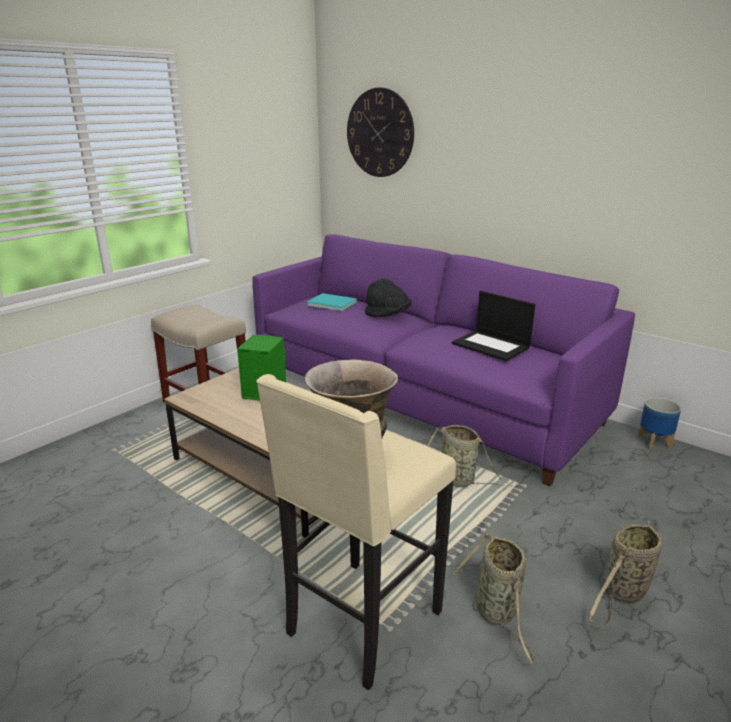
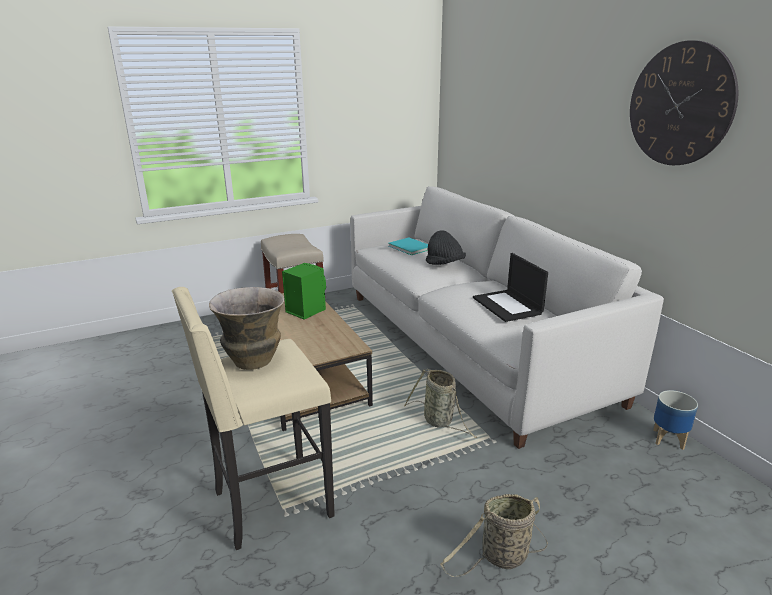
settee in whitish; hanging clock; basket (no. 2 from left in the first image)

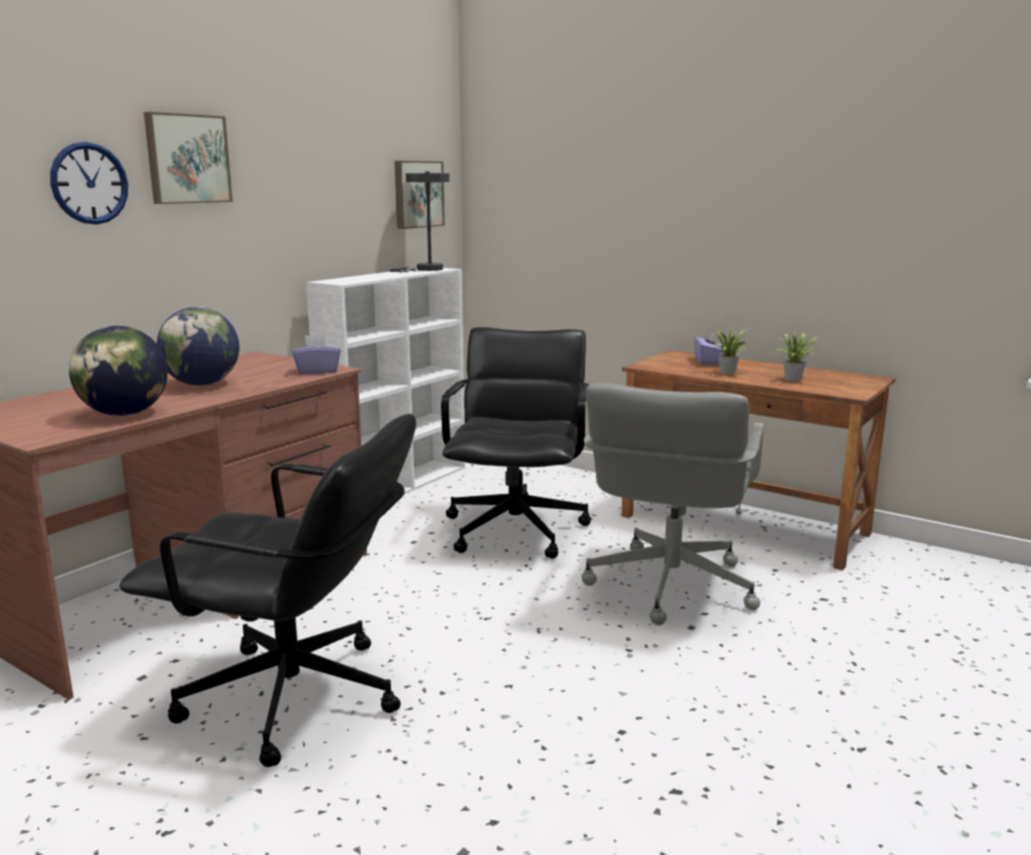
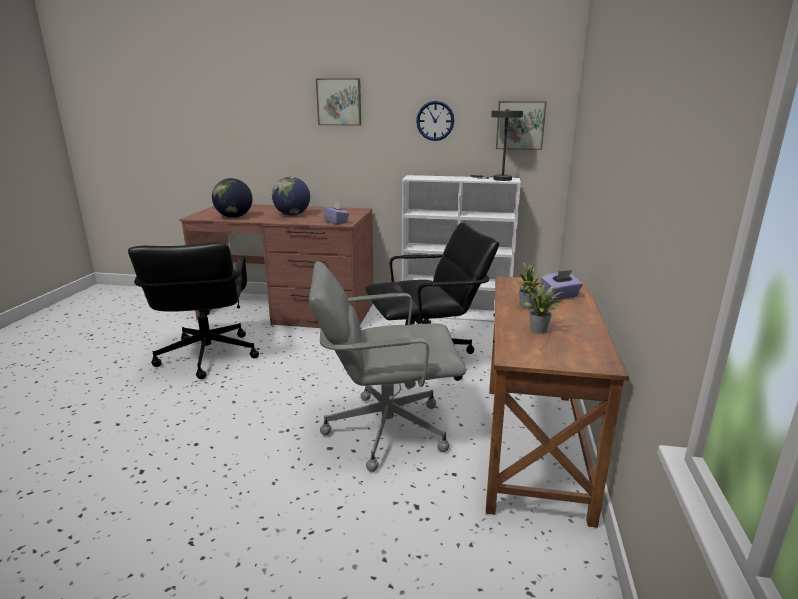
hanging clock

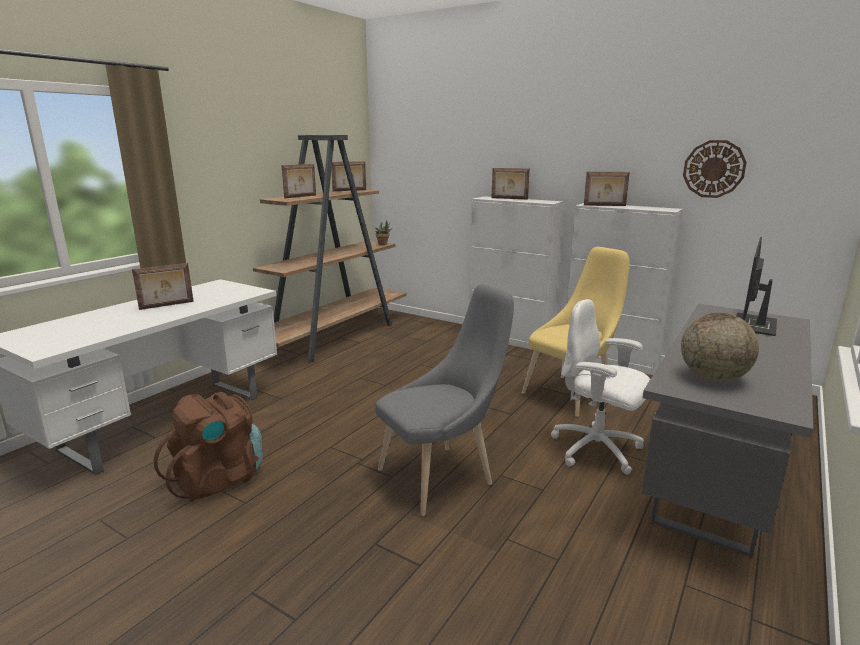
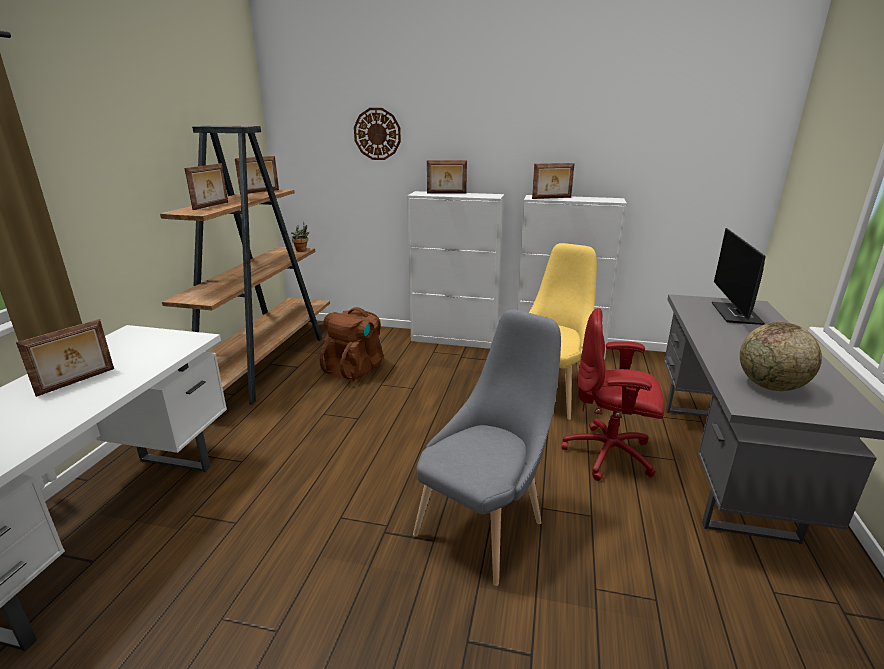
backpack in brownish; computer chair in red; hanging clock

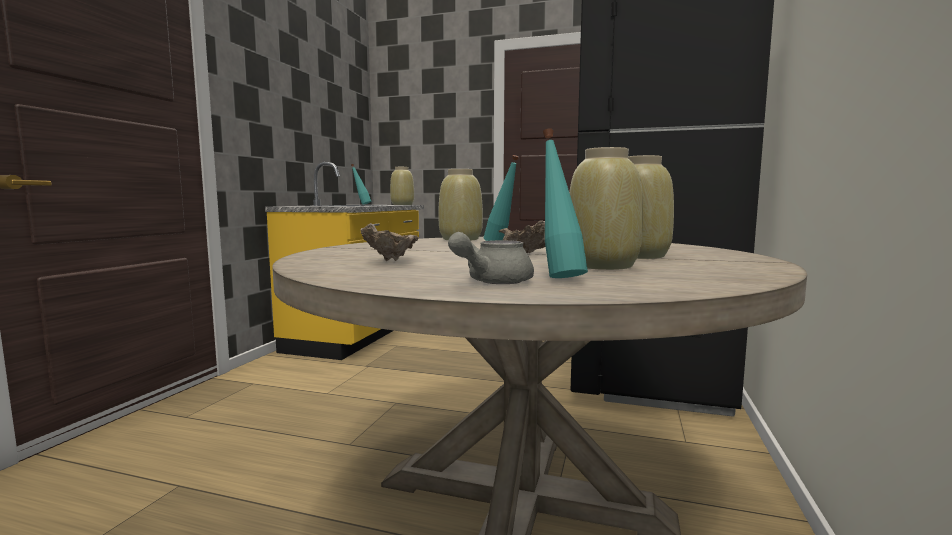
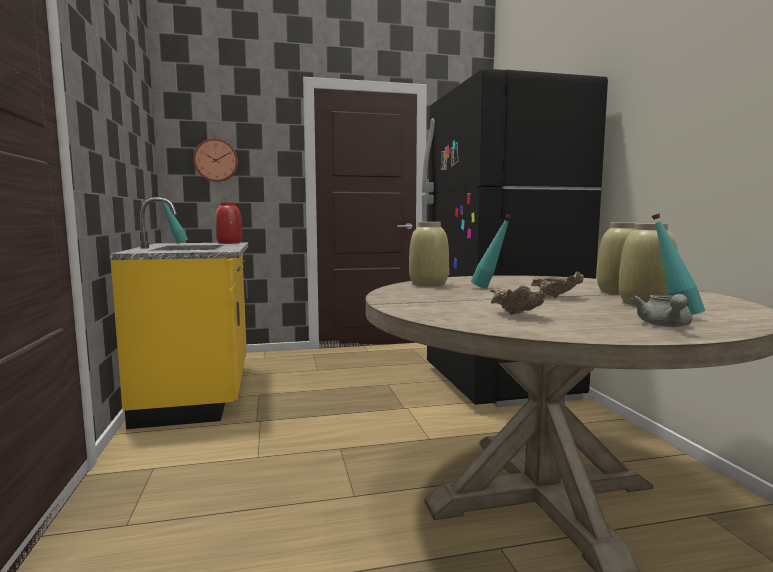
vase in red; hanging clock

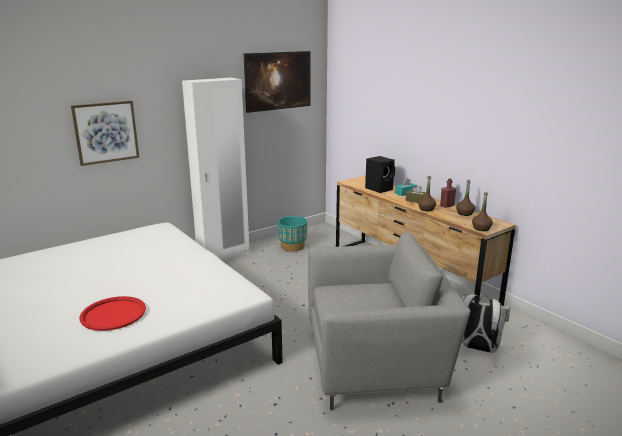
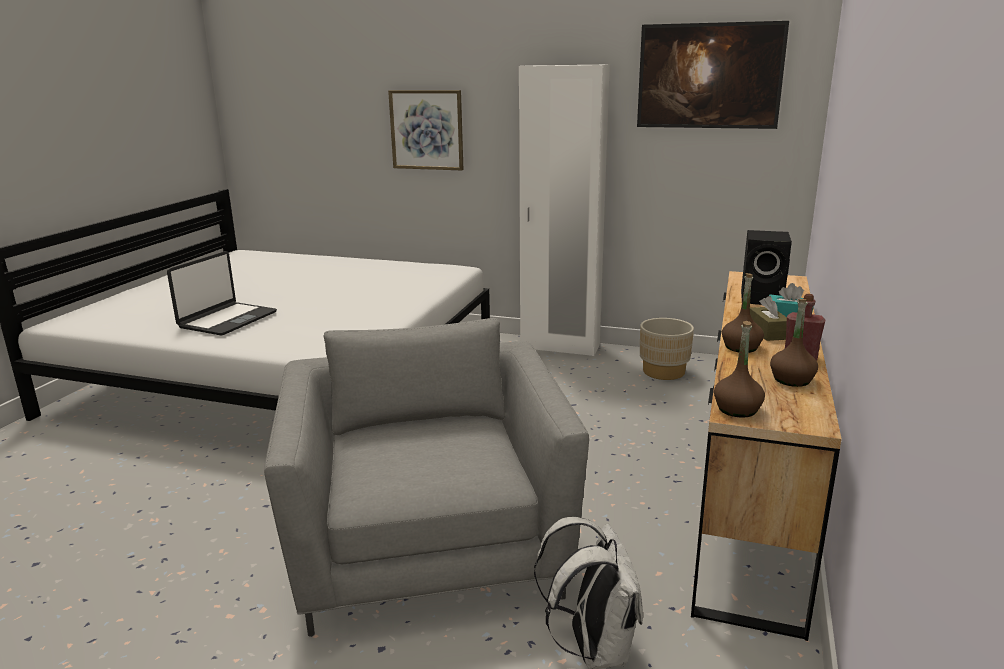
portable computer; flower pot in sand-coloured; easy chair in greyish

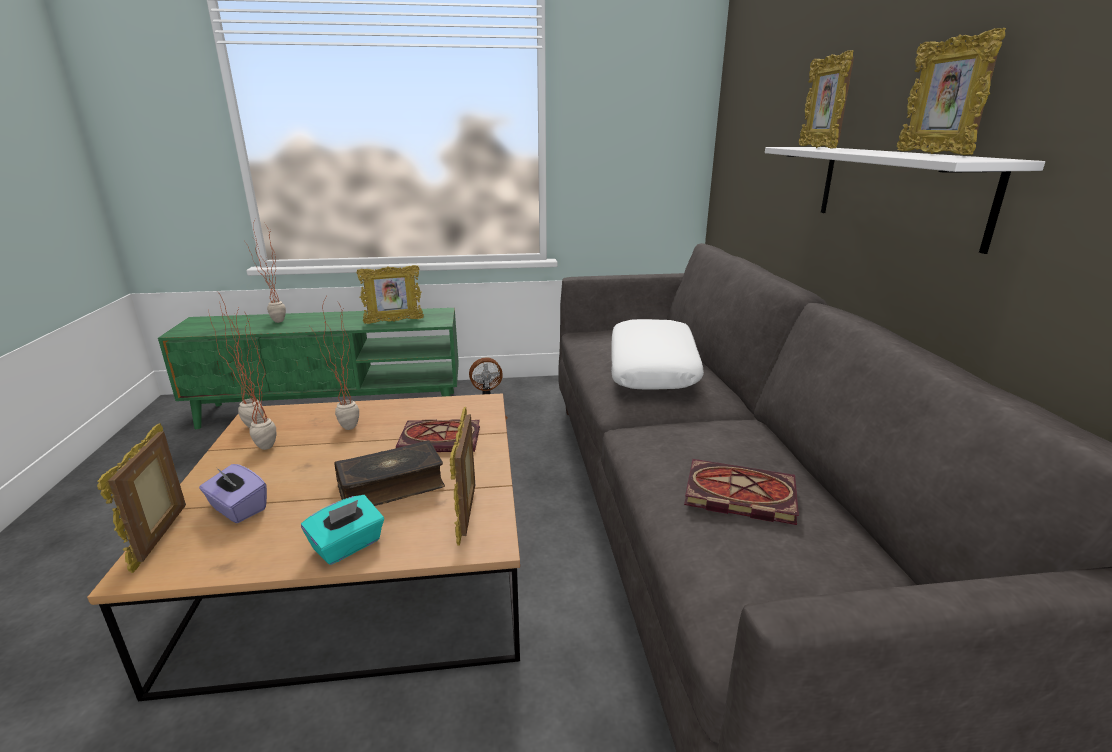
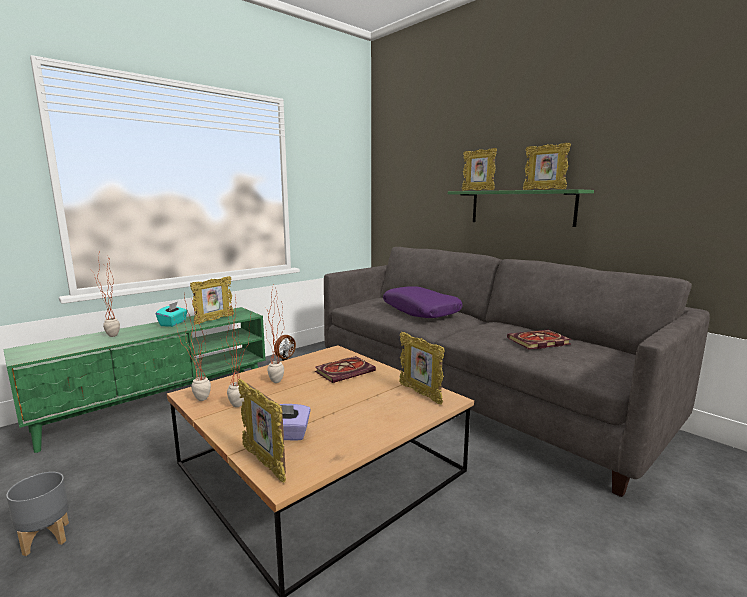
box of tissues in blue-green; volume (no. 1 from left in the first image); throw pillow in purplish; wall shelf in green; flower pot in greyish

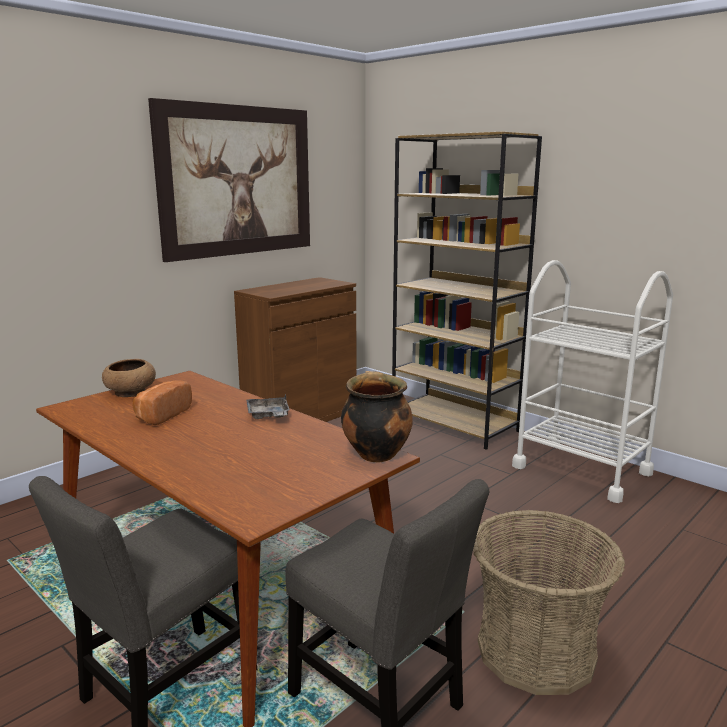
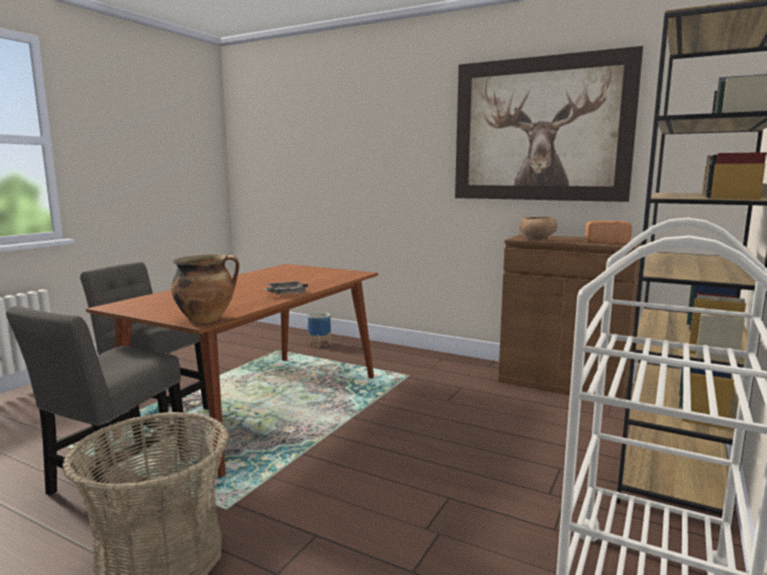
bowl in brownish; baked bread; flower pot

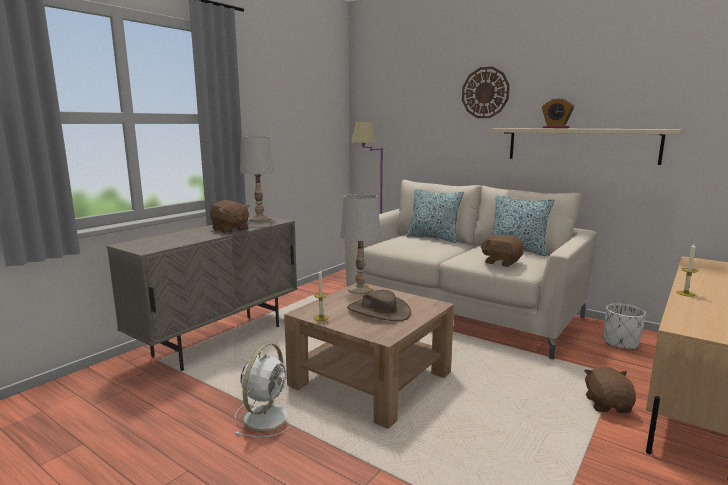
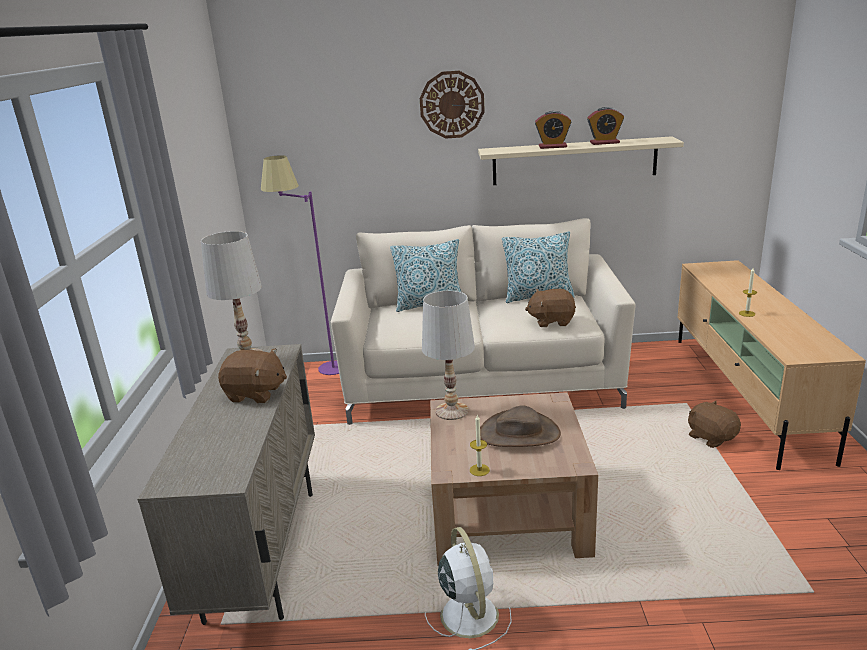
flower pot in whitish; bedside clock (no. 2 from left)

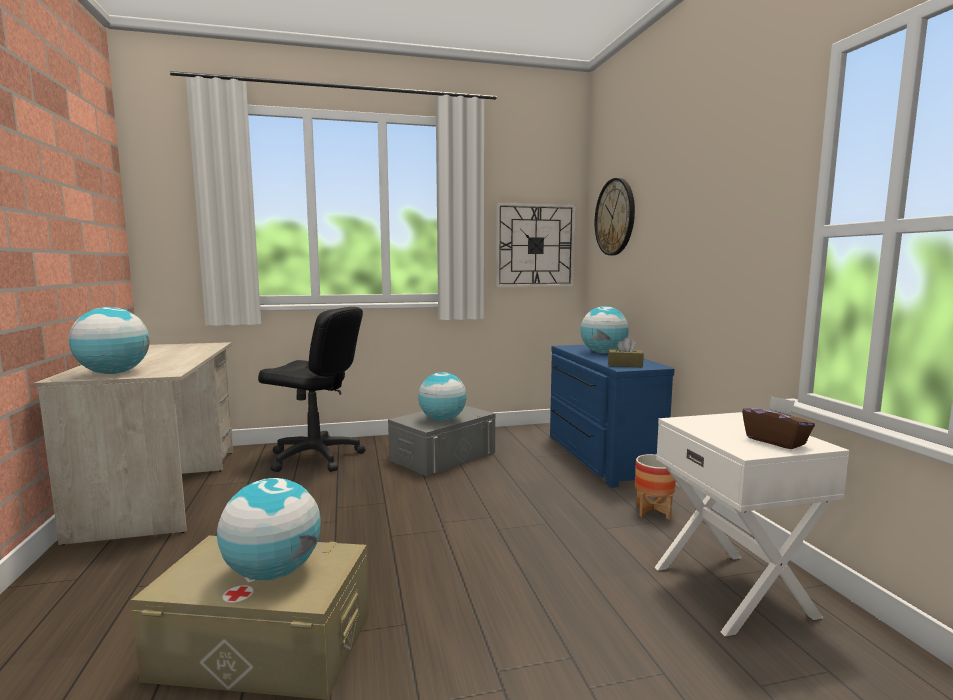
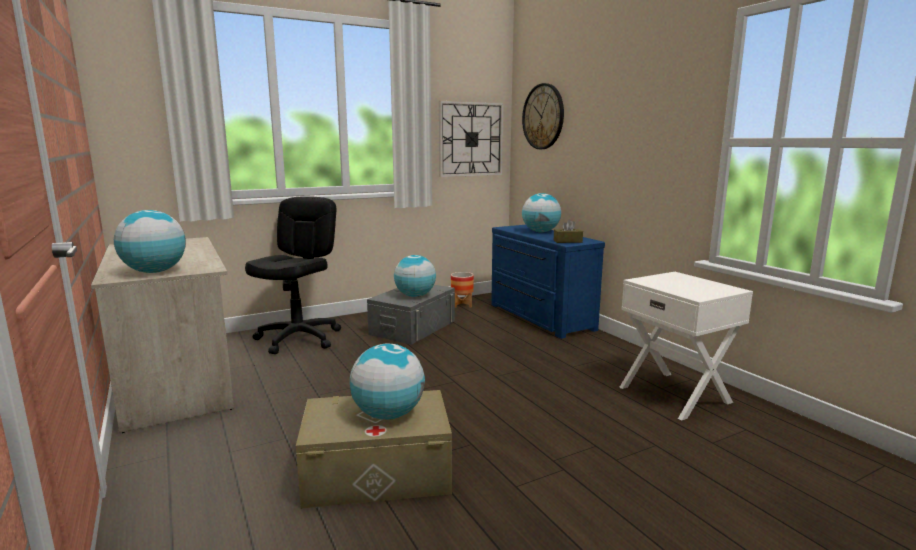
computer chair in black-coloured; flower pot; box of tissues in brownish (no. 2 from left in the first image)

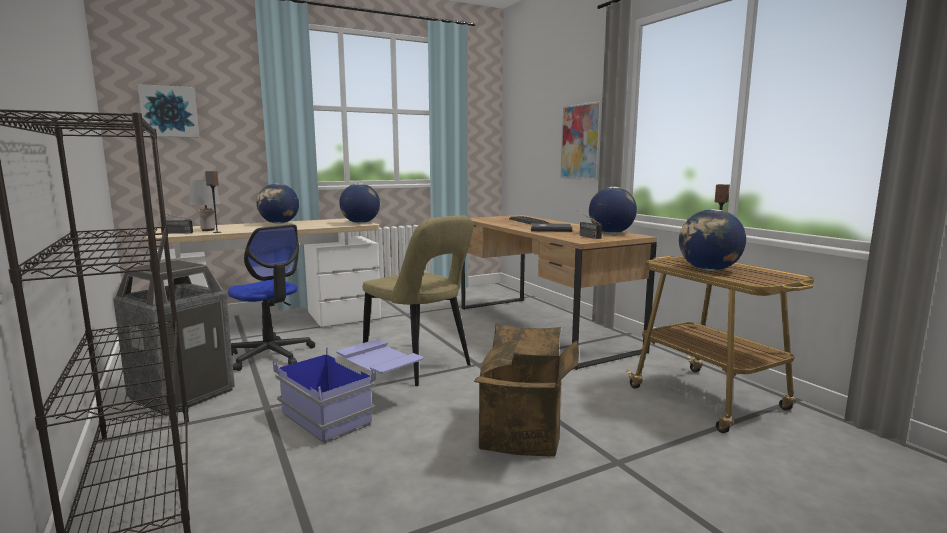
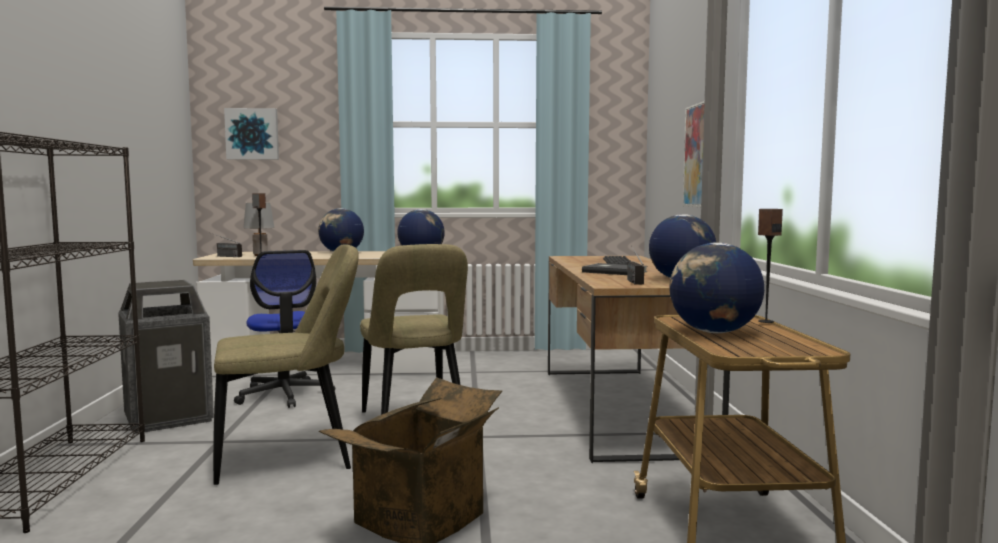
plain chair in sand-coloured (no. 1 from left)

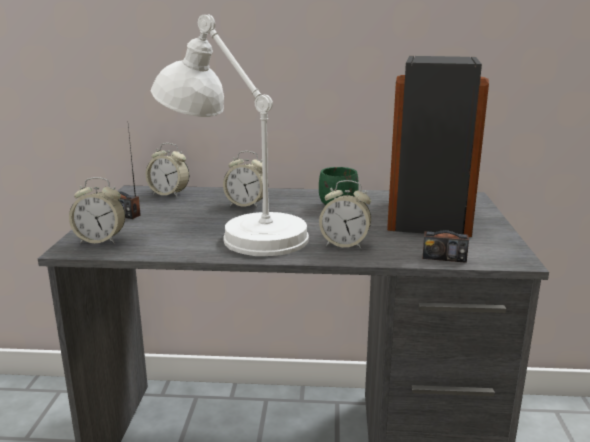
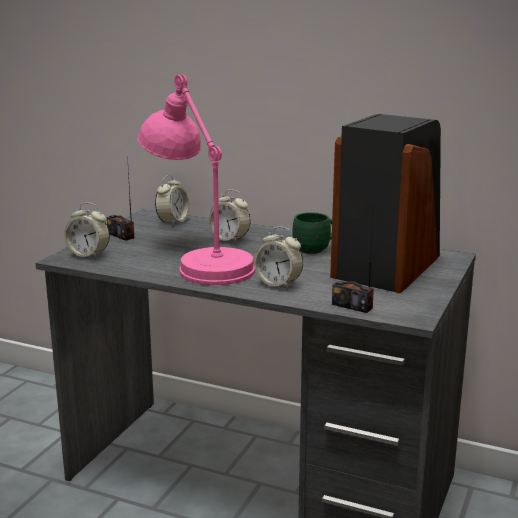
bedside clock (no. 2 from left); table lamp in pink

